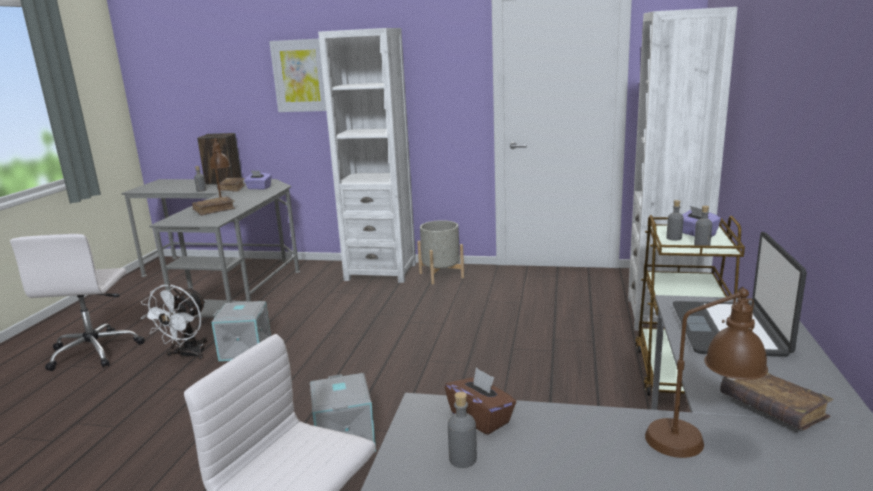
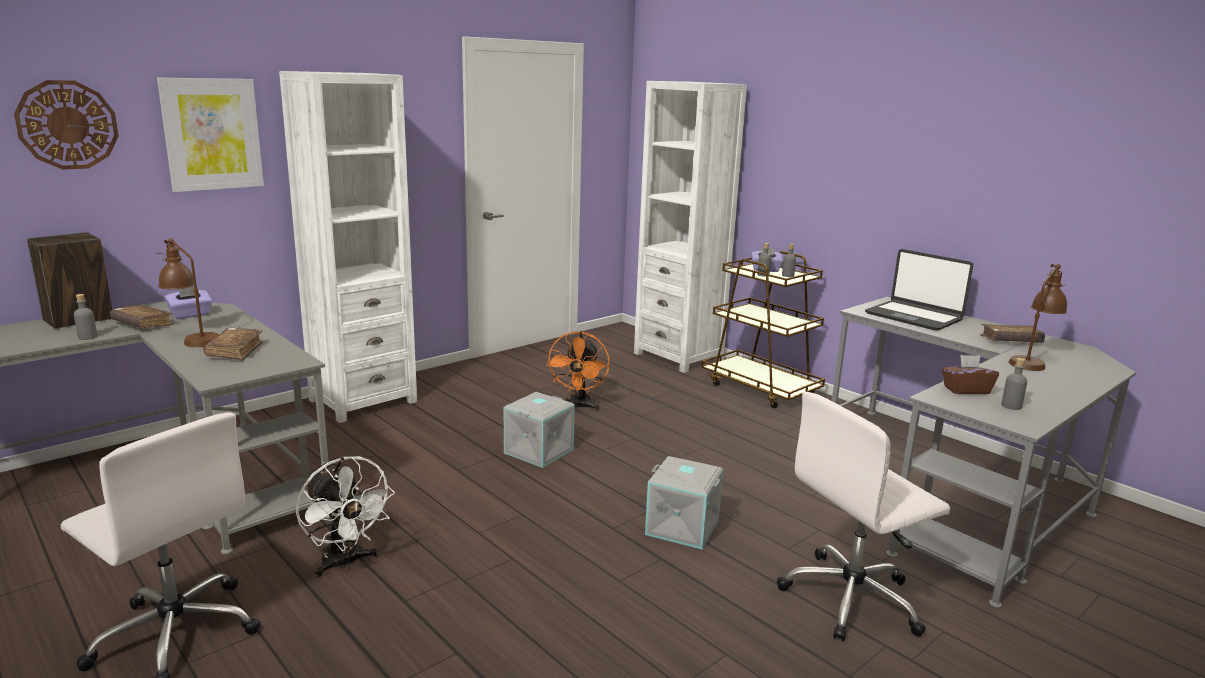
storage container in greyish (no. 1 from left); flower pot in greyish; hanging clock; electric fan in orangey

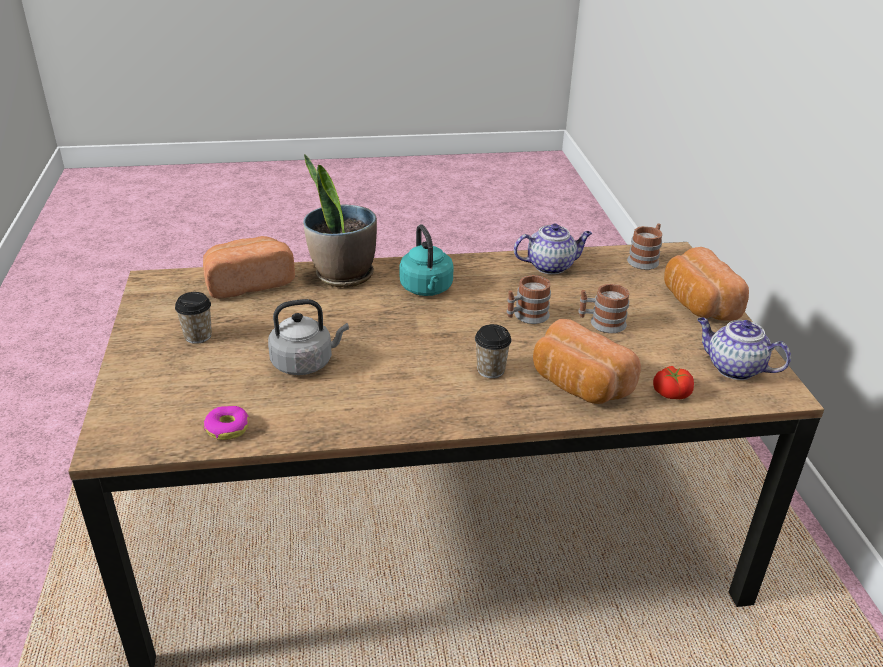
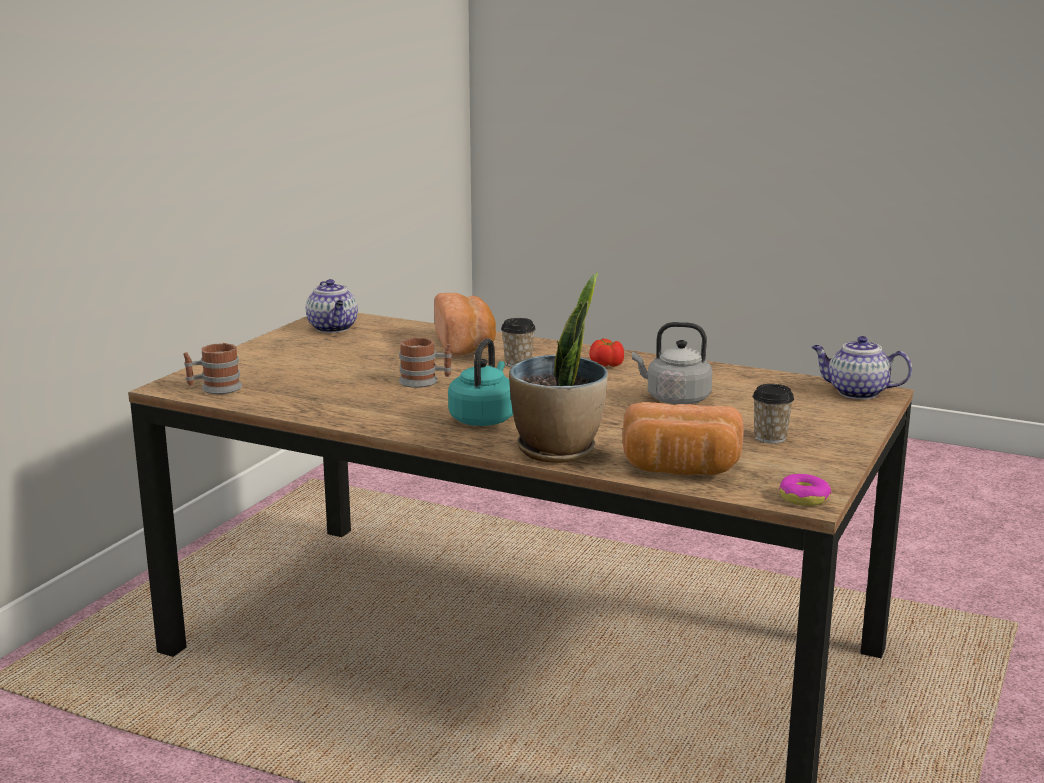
ring doughnut; teapot (no. 2 from left); mug (no. 2 from left in the first image); fresh tomato; baked bread (no. 3 from left in the first image)

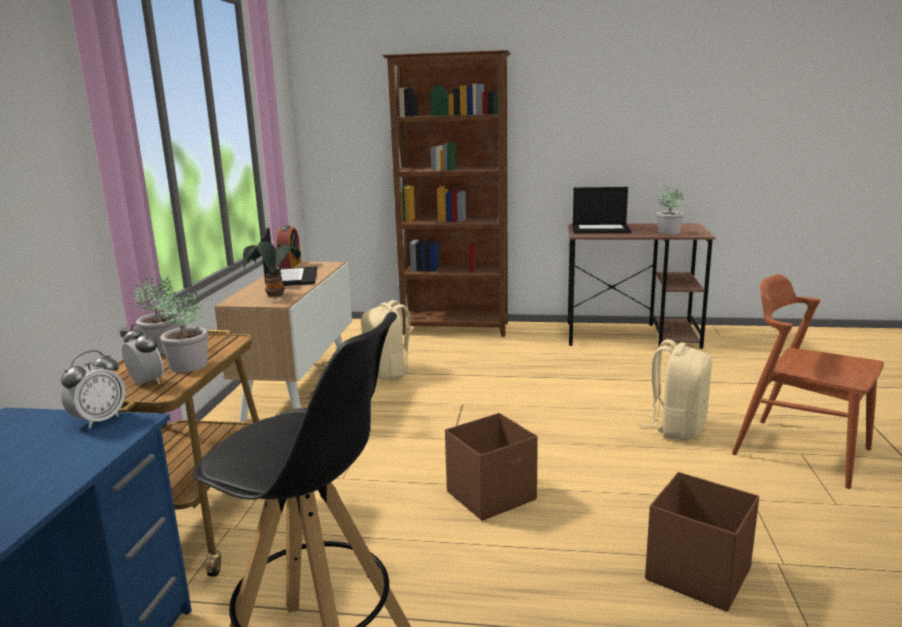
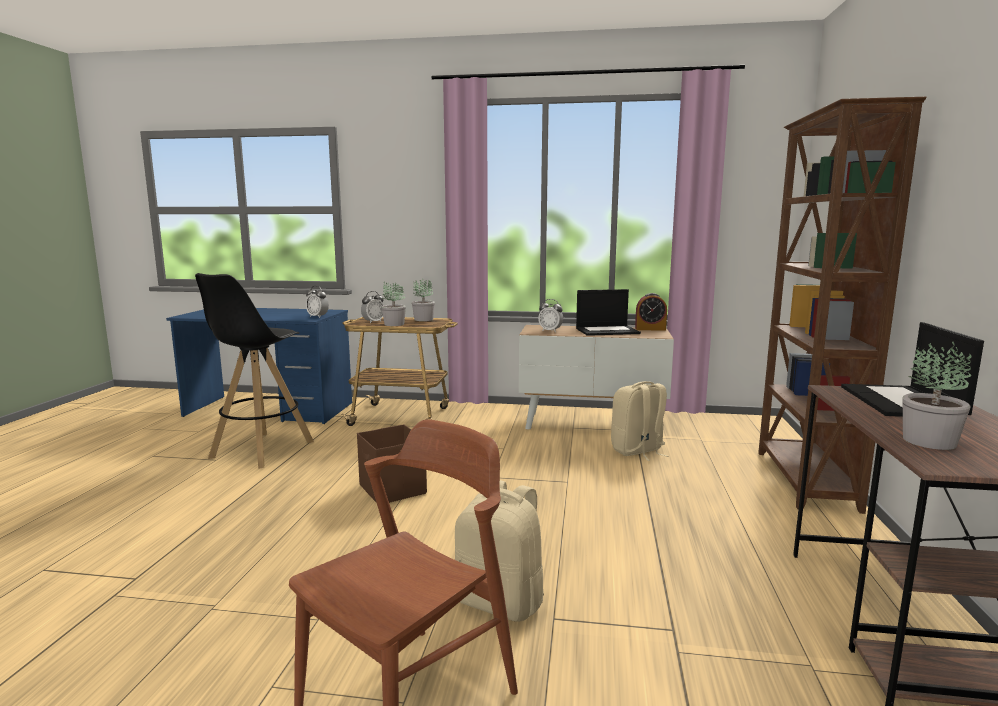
bedside clock (no. 3 from left); storage container in brownish (no. 2 from left in the first image)

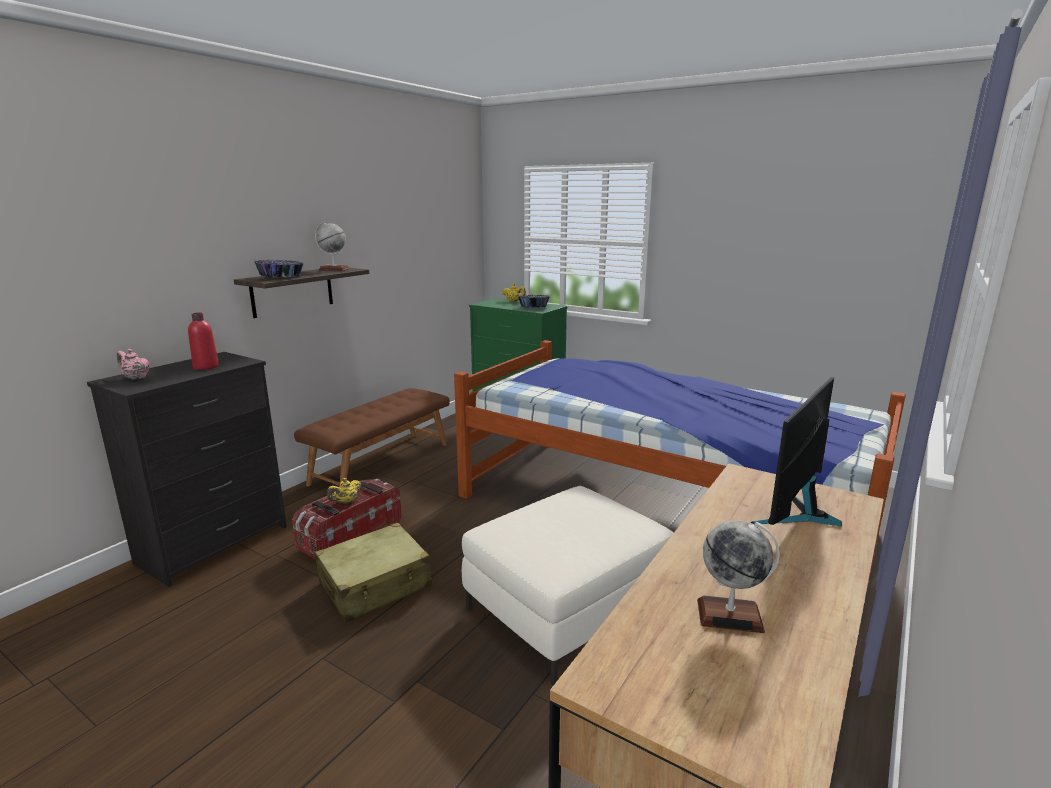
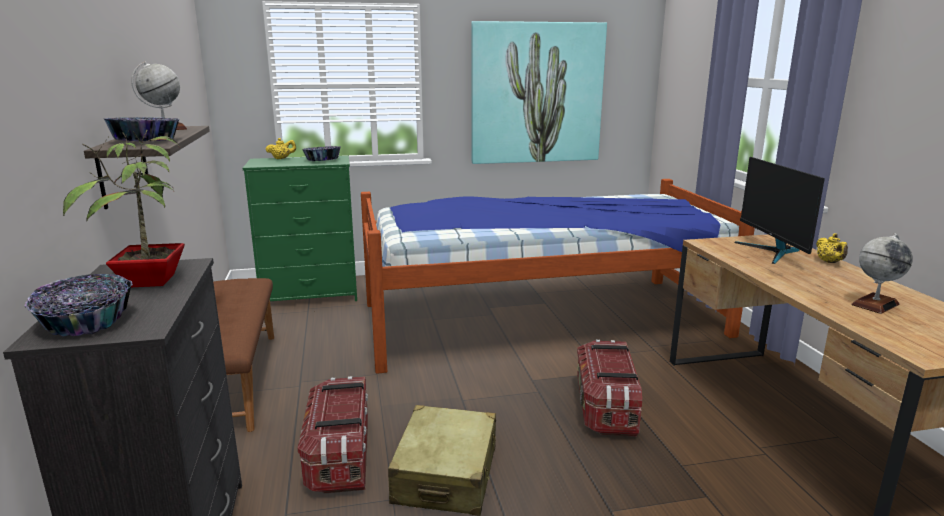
bowl (no. 1 from left); potted plant; teapot in yellow-coloured (no. 2 from left); storage container (no. 2 from left); wall art

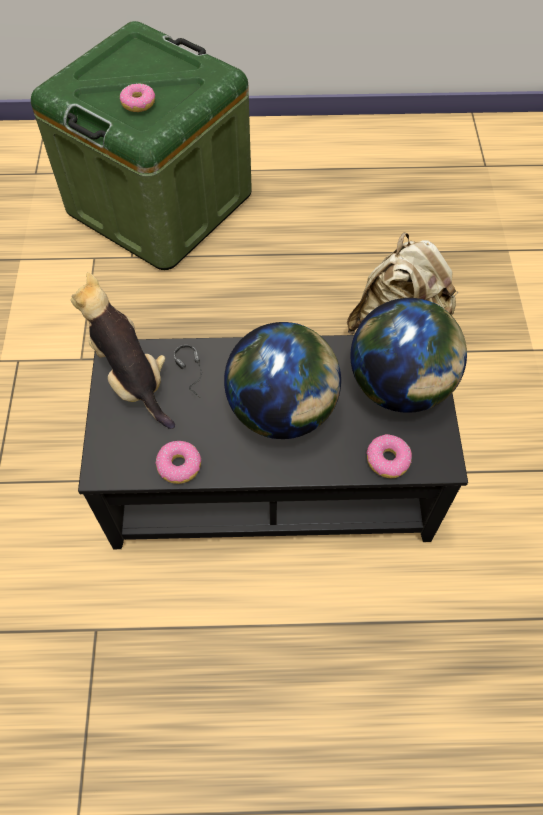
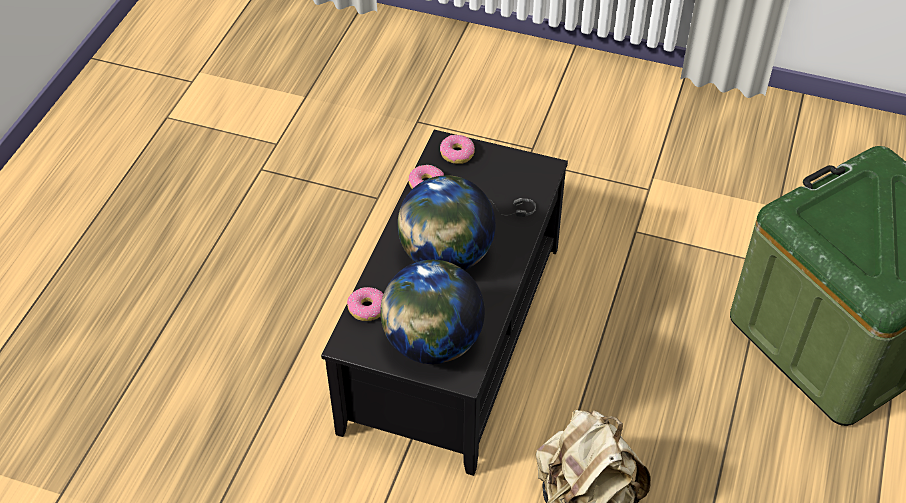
soft toy; ring doughnut (no. 3 from left)

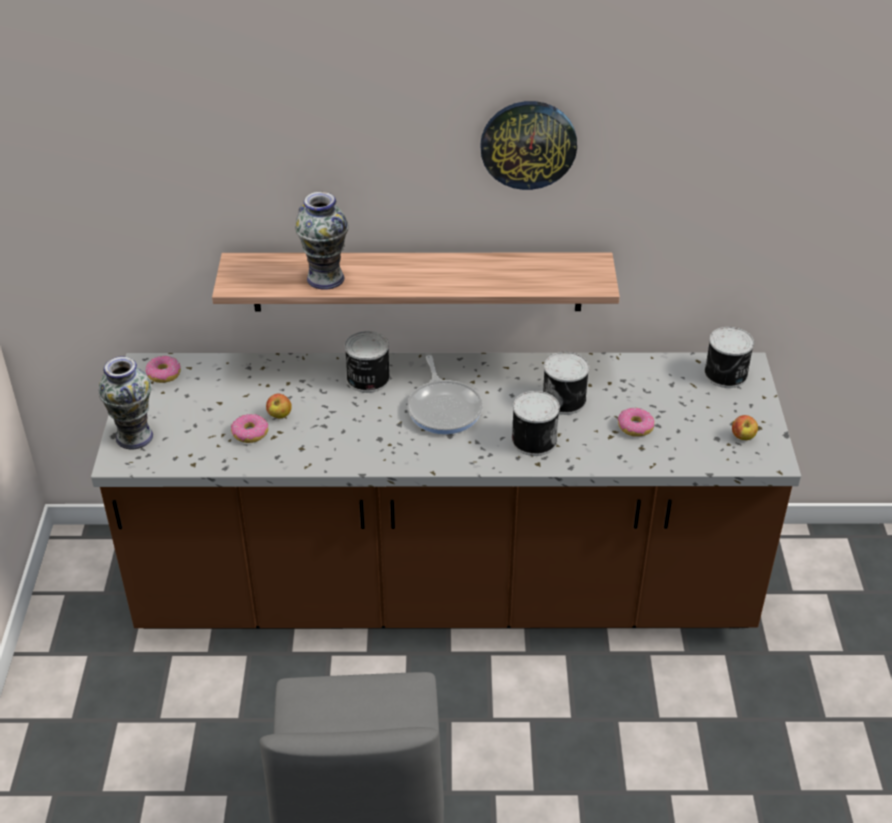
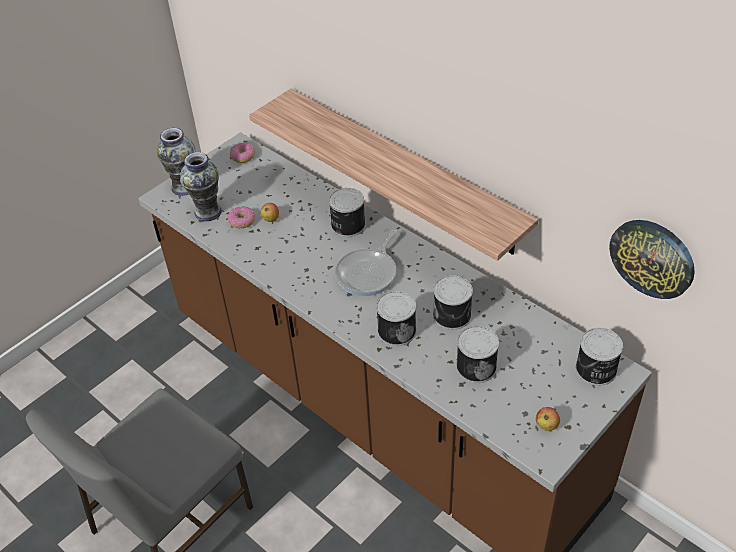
vase (no. 2 from left); hanging clock; metal can (no. 4 from left)

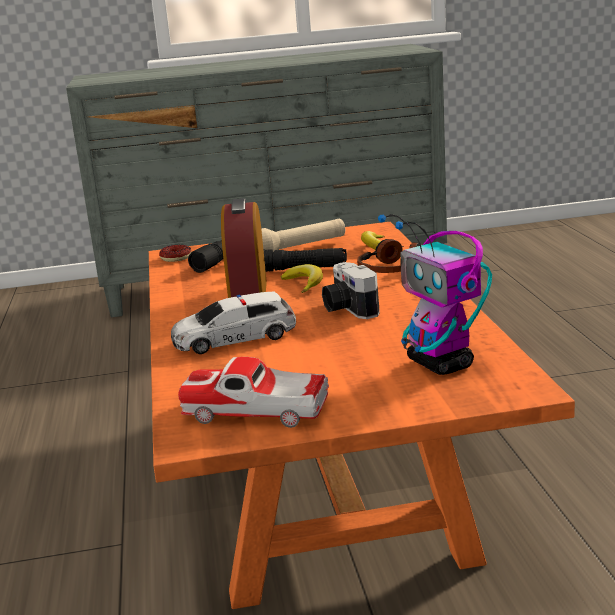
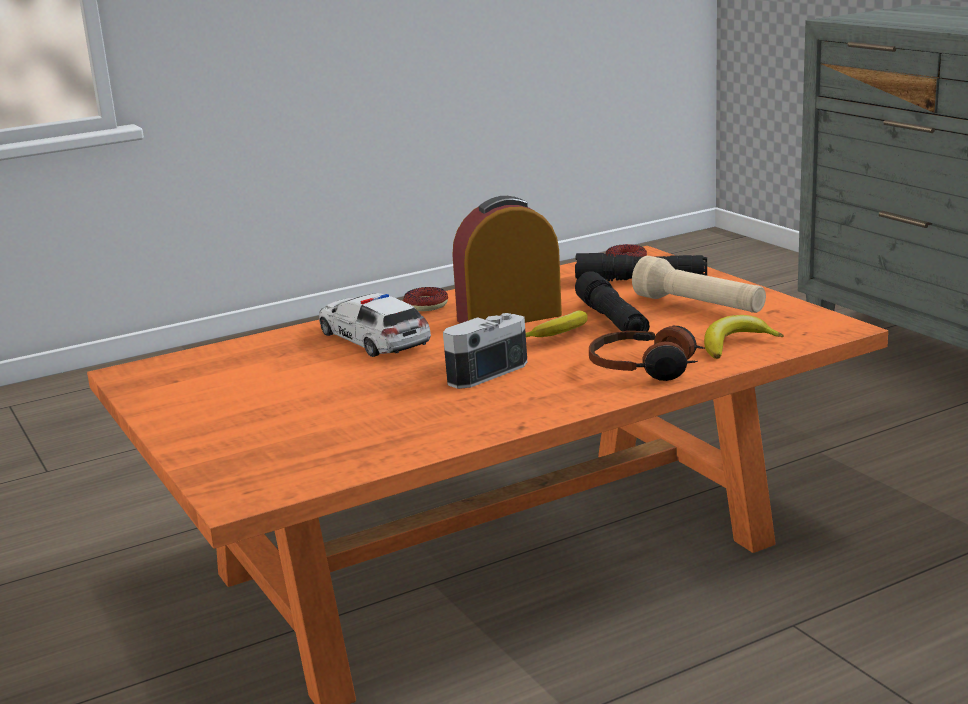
miniature car (no. 2 from left in the first image); toy robot; ring doughnut (no. 1 from left)

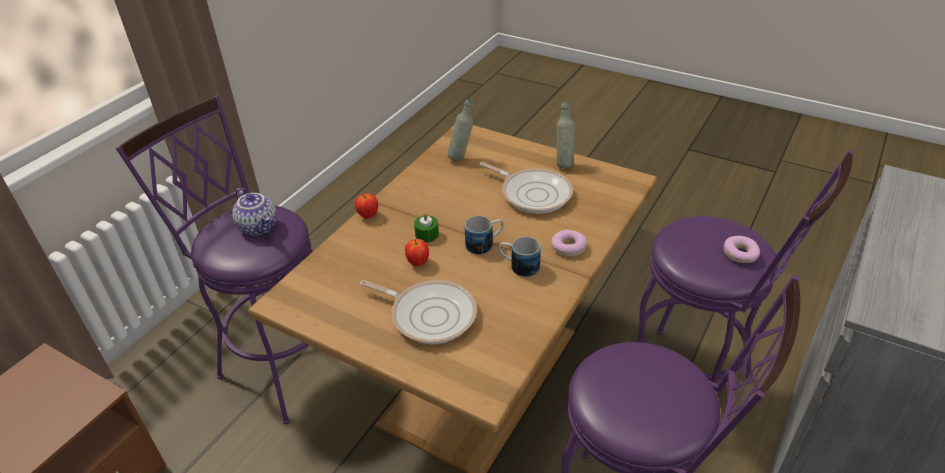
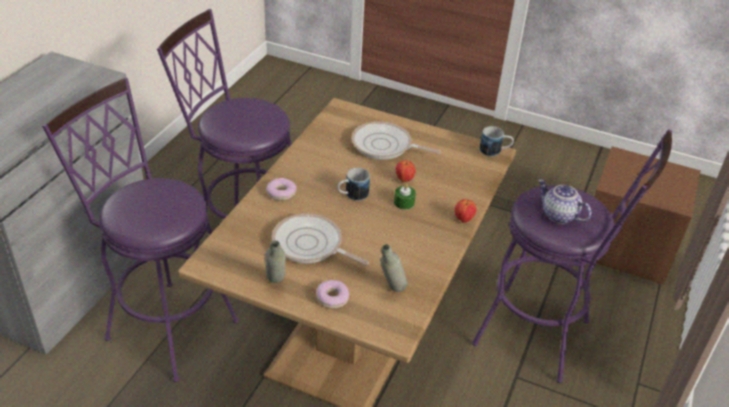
mug (no. 2 from left); ring doughnut (no. 2 from left)

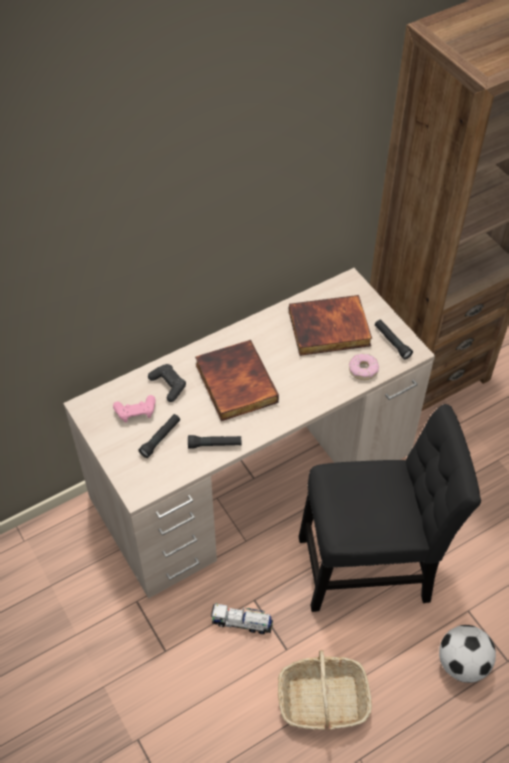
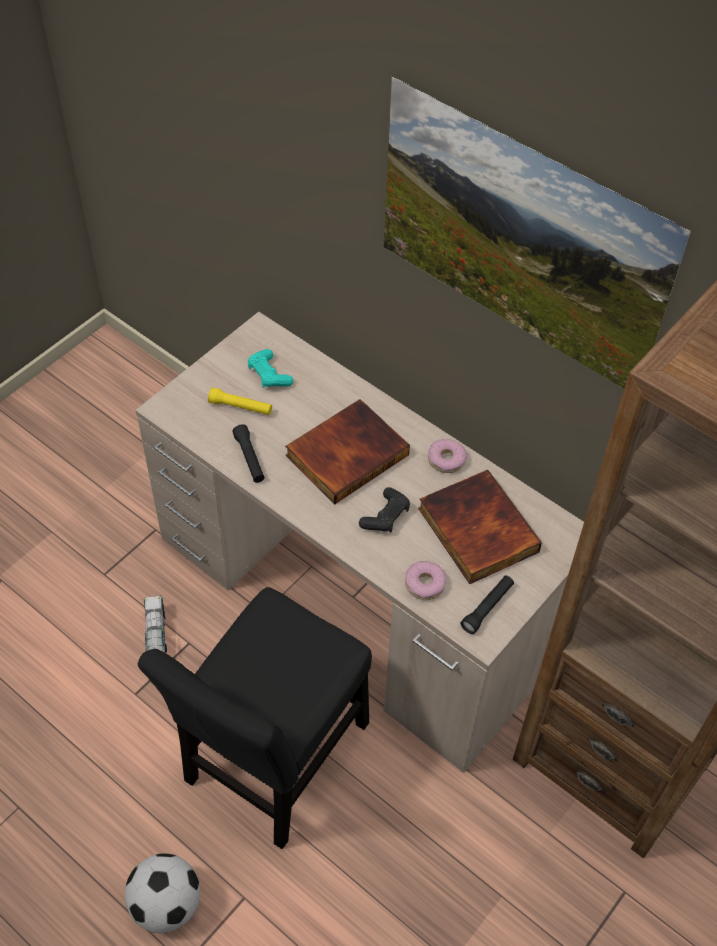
joypad in blue-green; torch in yellow-coloured; joypad in black-coloured; basket; plain chair in black-coloured; wall art; ring doughnut (no. 2 from left)

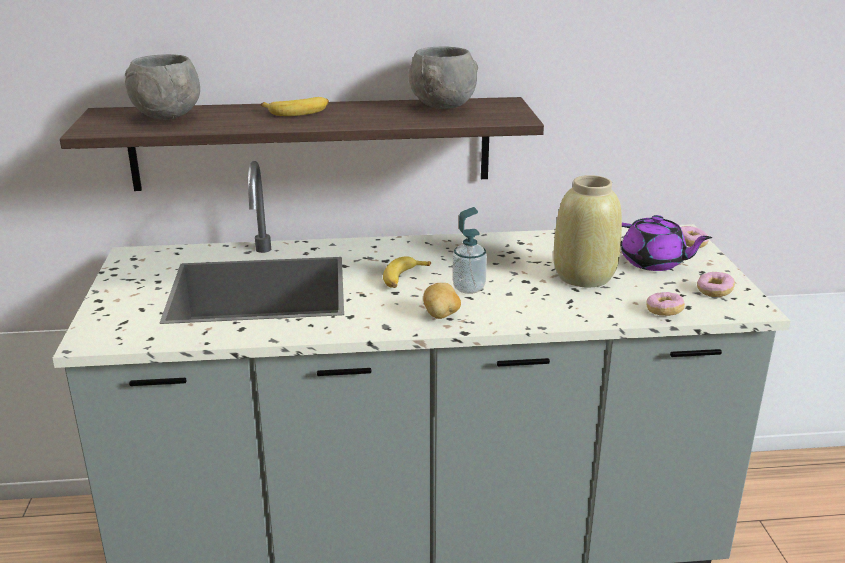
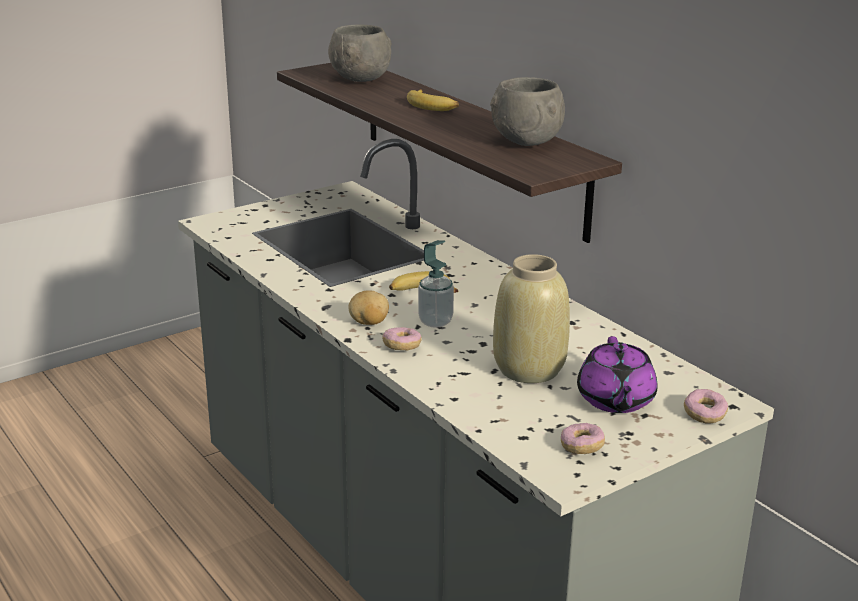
ring doughnut (no. 1 from left)

